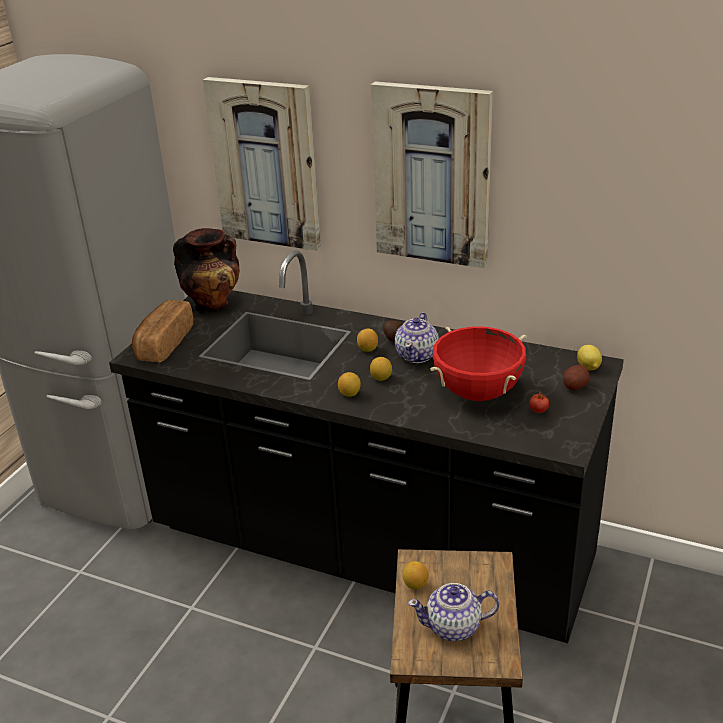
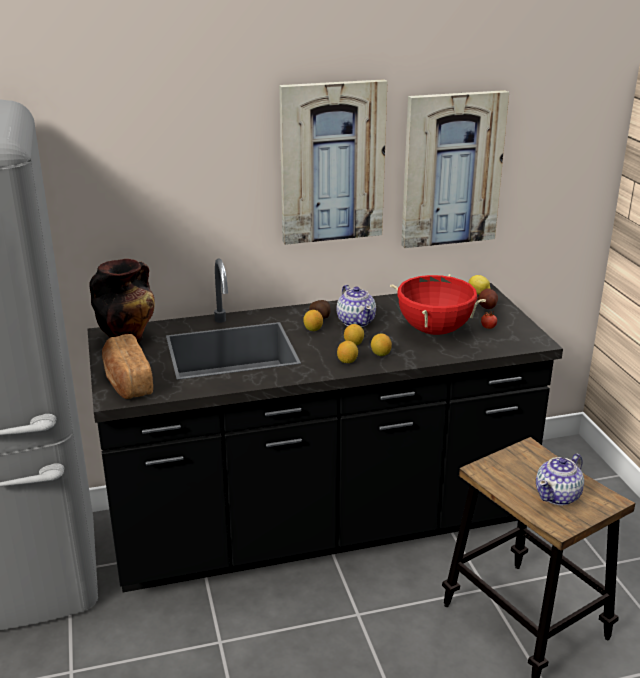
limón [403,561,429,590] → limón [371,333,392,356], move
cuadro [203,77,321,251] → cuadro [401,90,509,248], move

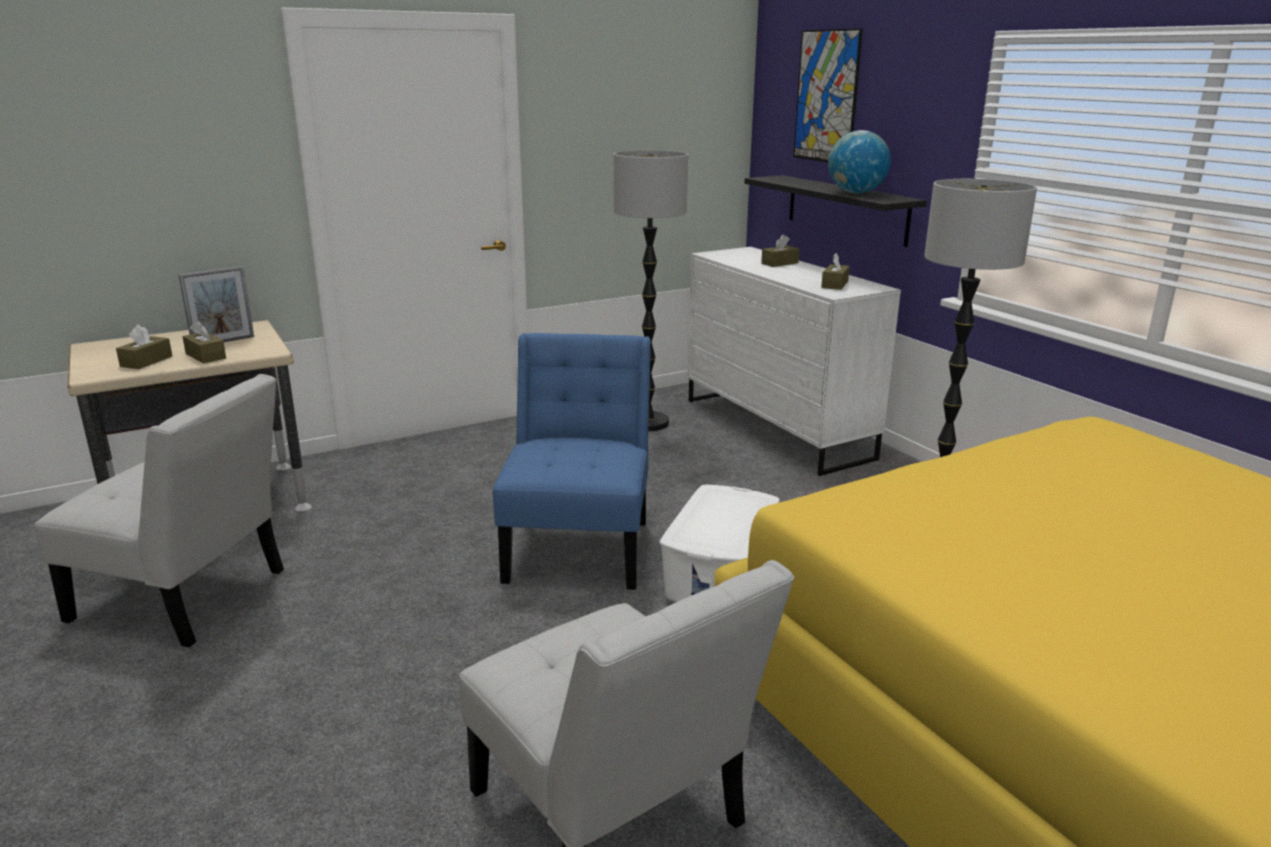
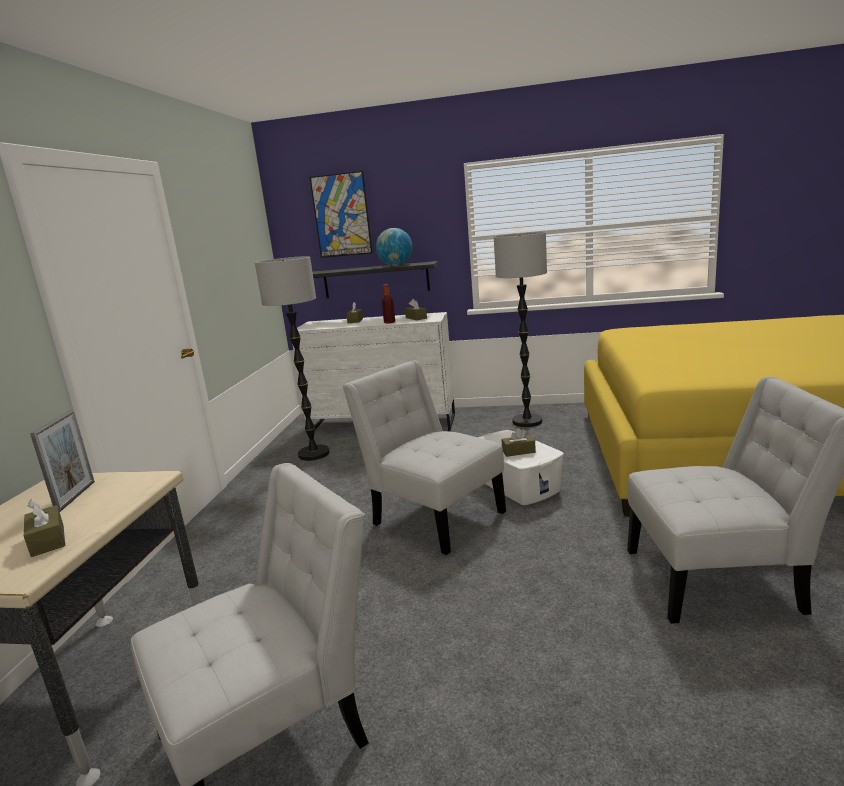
silla (azul) [493,333,651,590] → silla (blanco) [342,361,506,555]
- → botella [382,284,395,324]
caja de pañuelos (marrón) [182,320,226,364] → caja de pañuelos (marrón) [501,428,536,457], move

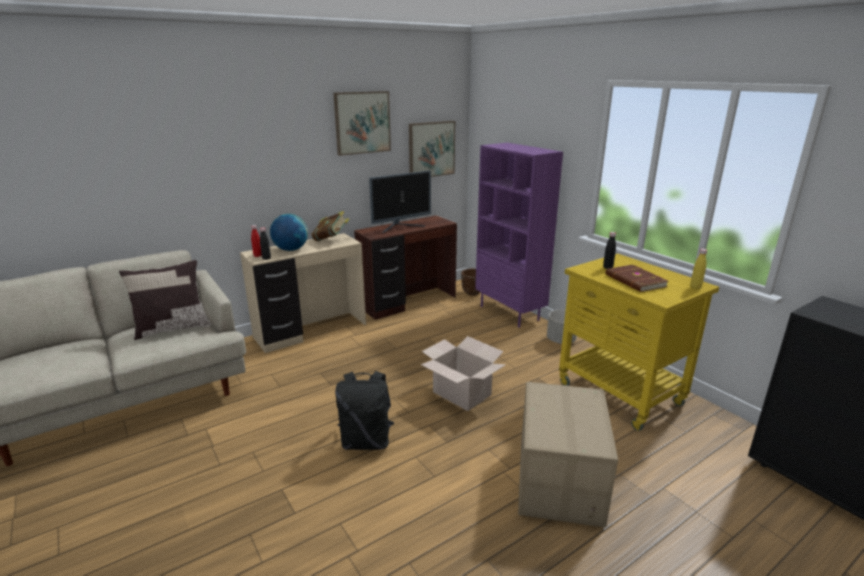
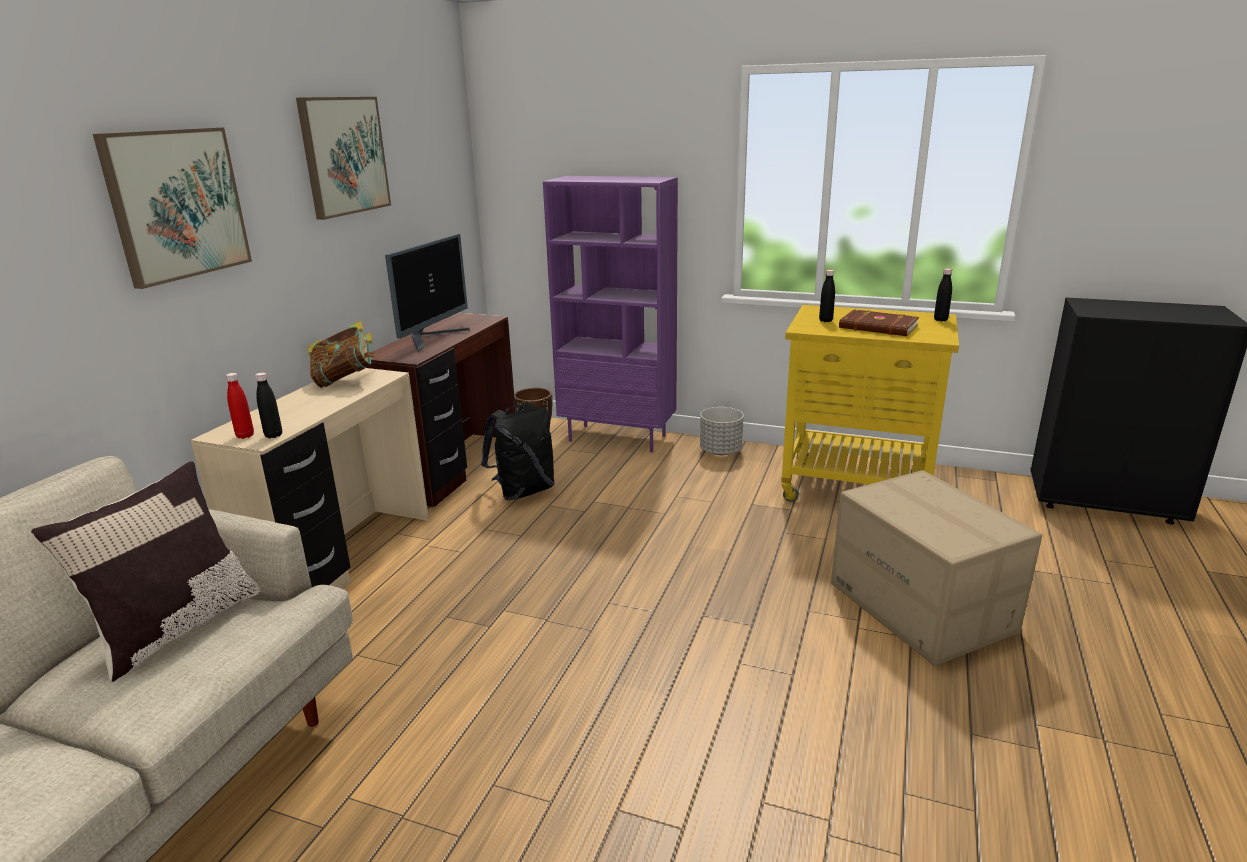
cuadro [409,121,455,177] → cuadro [93,127,252,289], move
mochila (negro) [335,371,394,450] → mochila (negro) [481,403,555,500], move
botella (amarillo) [690,249,707,289] → botella (negro) [934,268,952,321]
globo terráqueo [270,214,308,251] → -
caja de cartón [421,336,506,411] → -

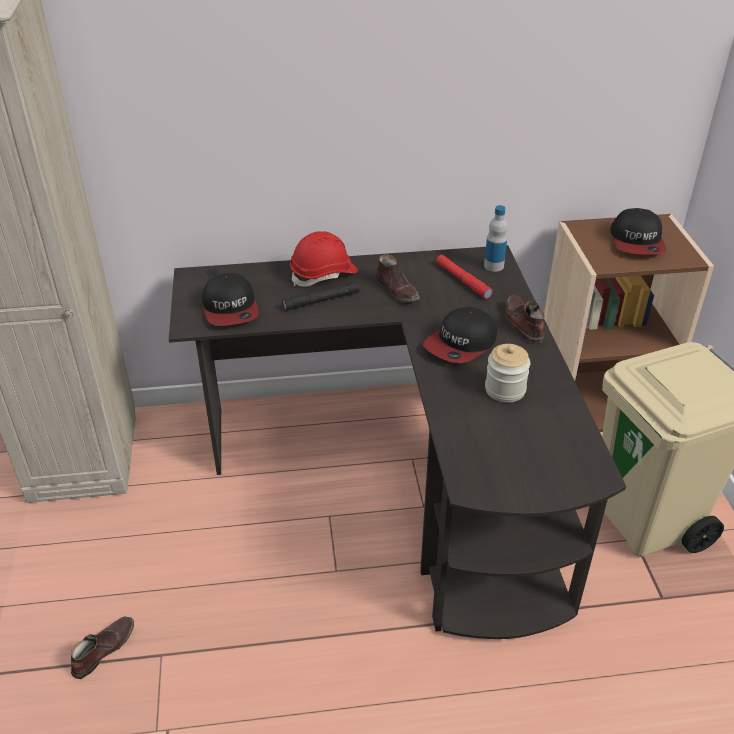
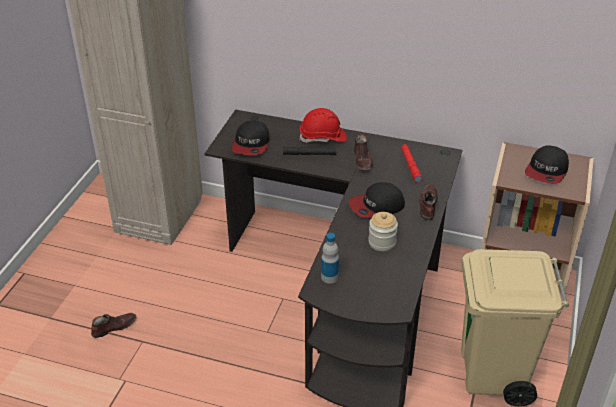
botella [484,205,508,272] → botella [321,233,339,284], move

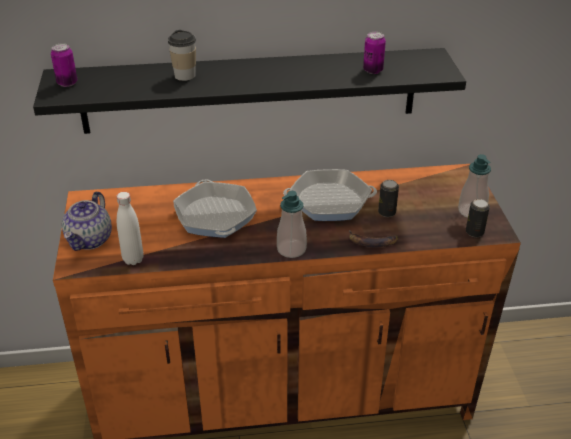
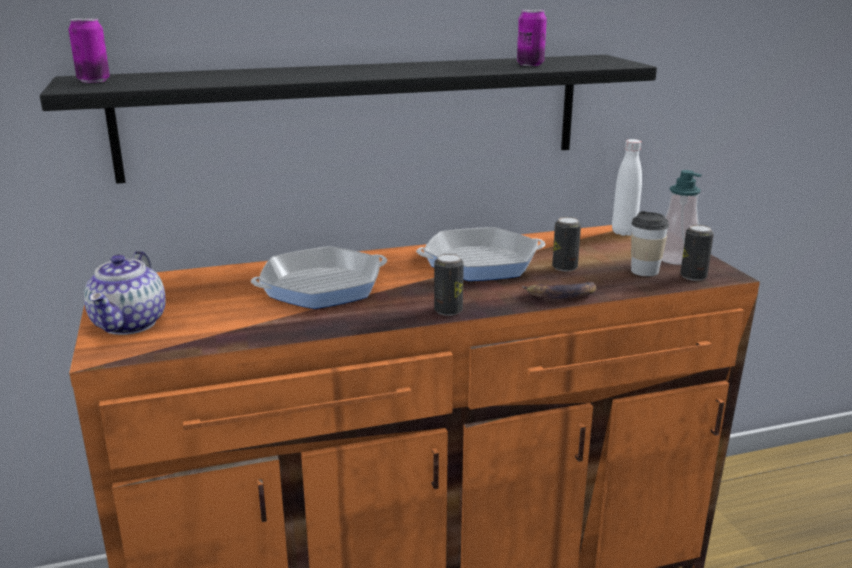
sartén [173,179,257,238] → sartén [251,246,387,309], 90 degrees counterclockwise
dispensador de jabón [277,191,307,258] → lata [434,254,464,316]
botella (blanco) [116,192,144,265] → botella (blanco) [612,139,642,236], move
taza [168,30,196,81] → taza [631,211,669,276], move

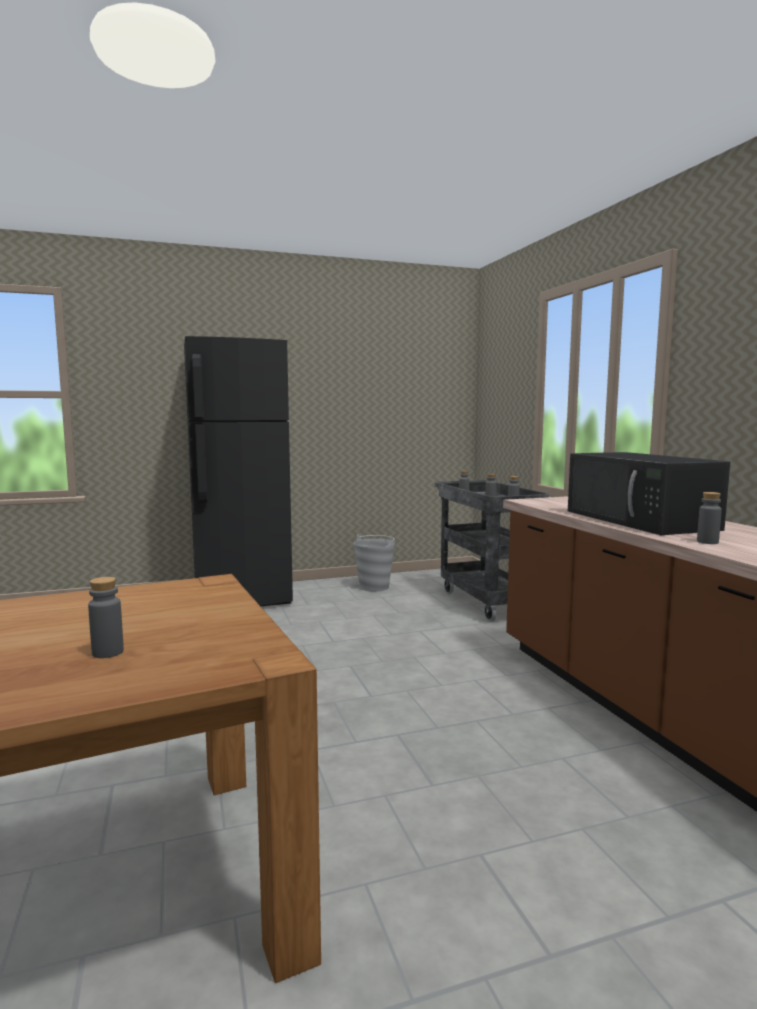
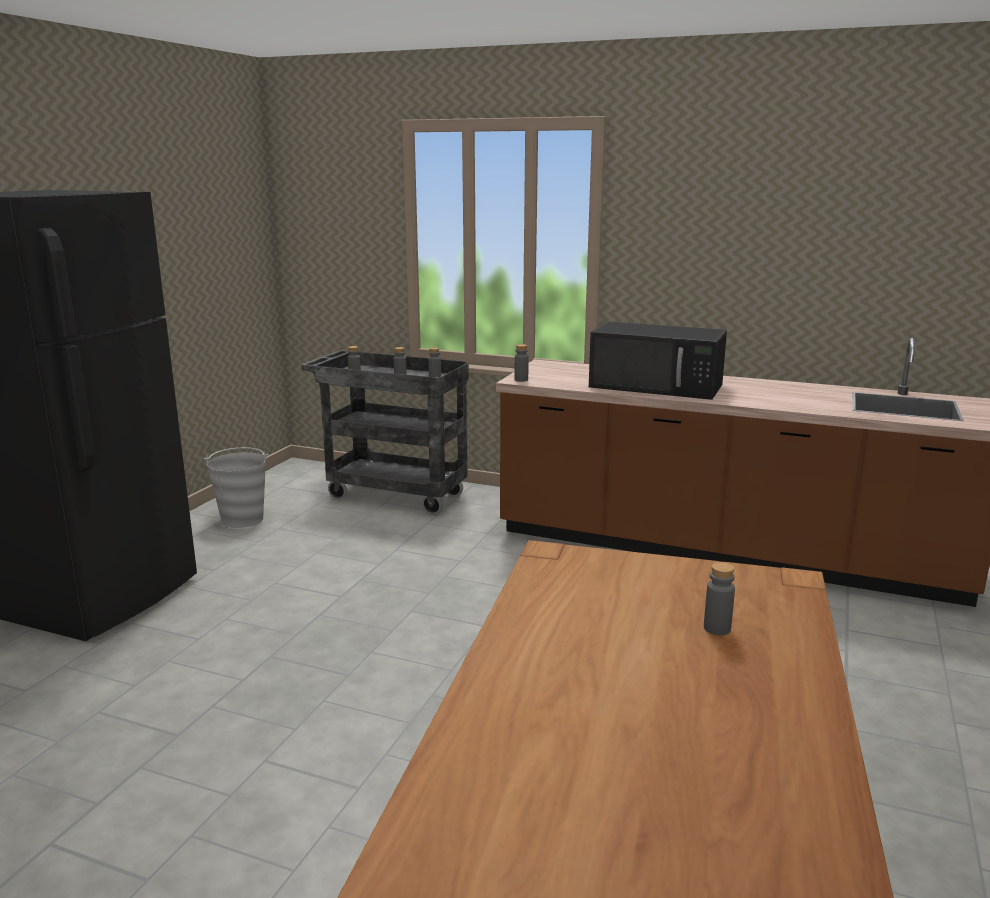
botella (gris) [697,492,722,544] → botella (gris) [515,344,529,382], move

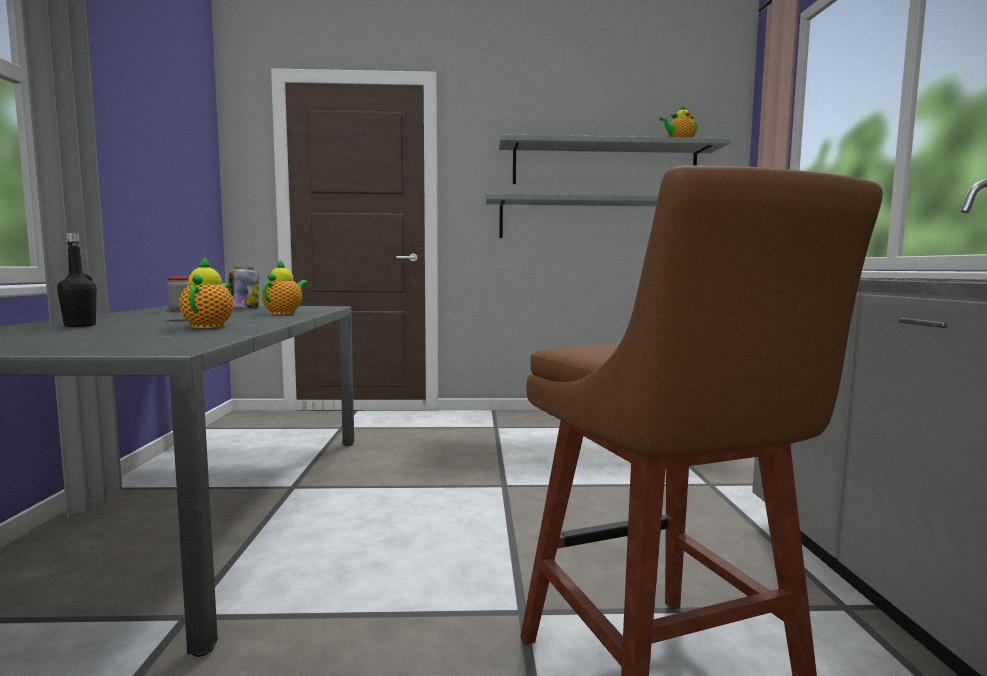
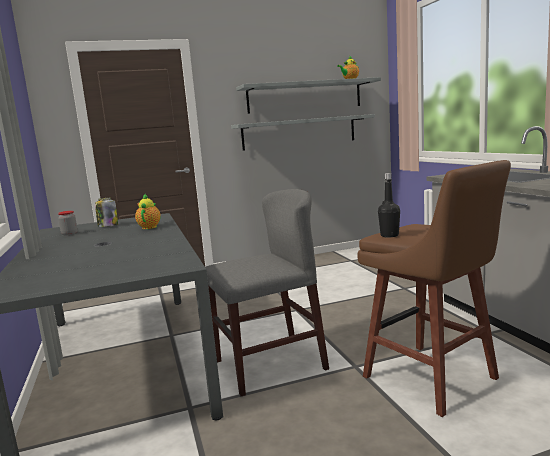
- → silla (gris) [205,189,329,396]
botella (negro) [57,233,97,327] → botella (negro) [378,173,400,238], move
tetera [179,257,234,328] → -

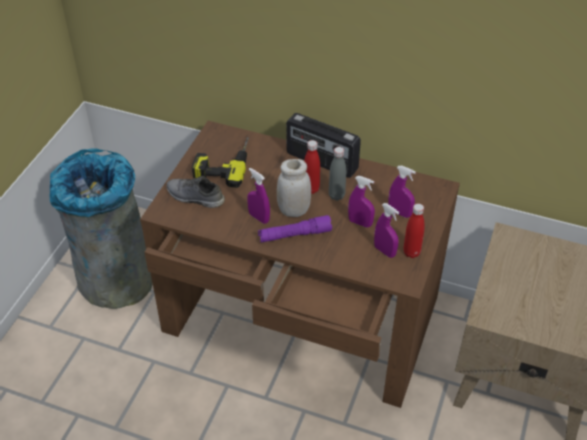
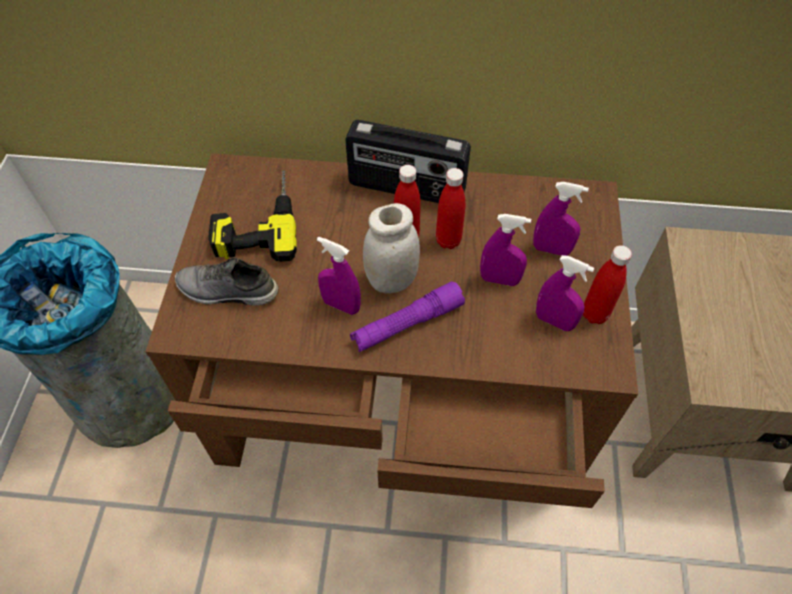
botella (gris) [329,147,346,201] → botella (rojo) [436,168,465,249]

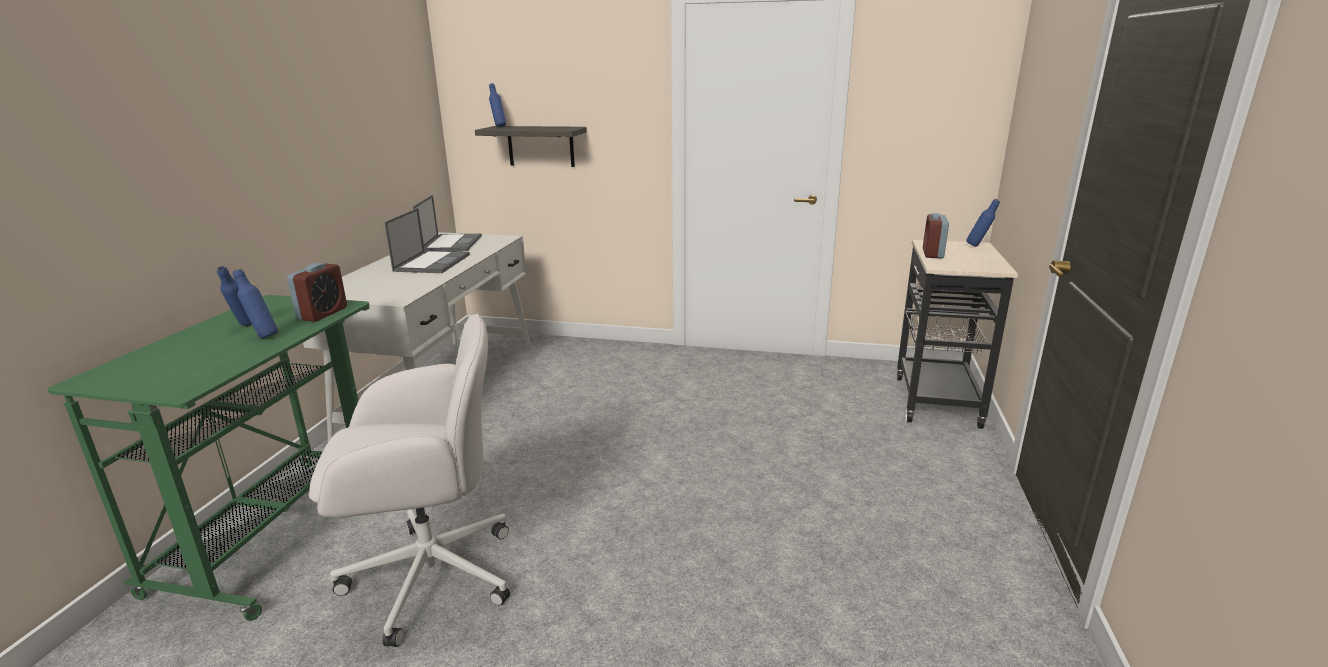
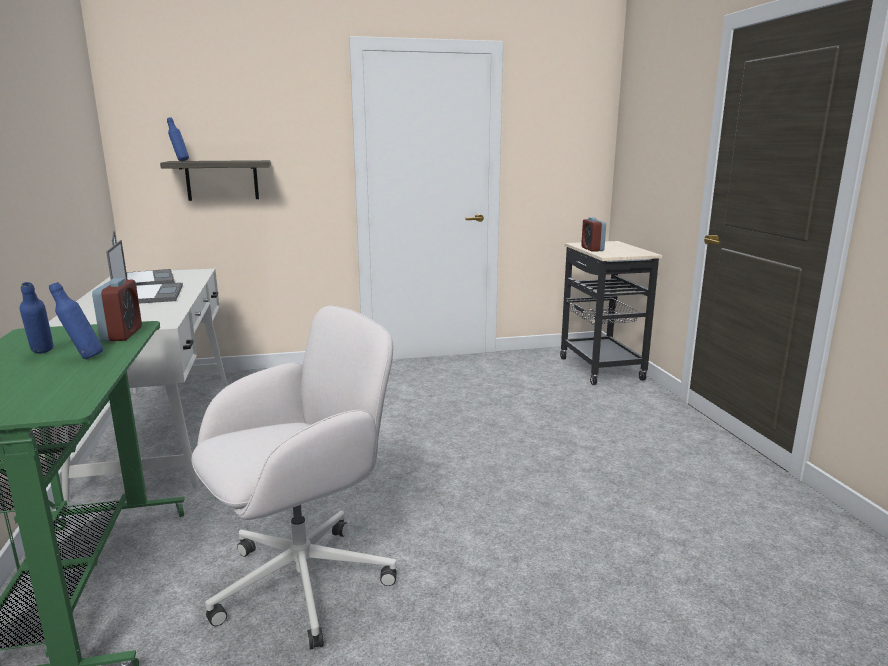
botella (azul) [966,199,1000,247] → -

